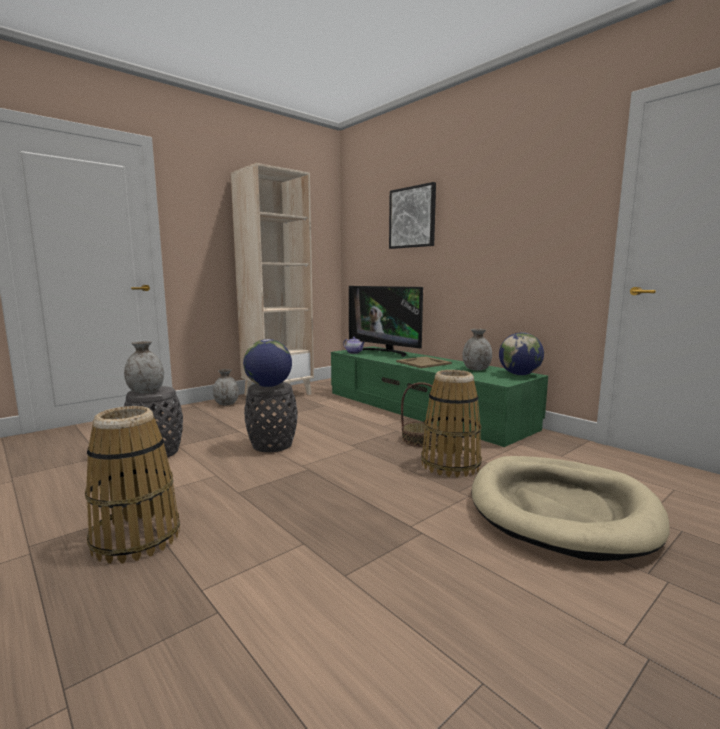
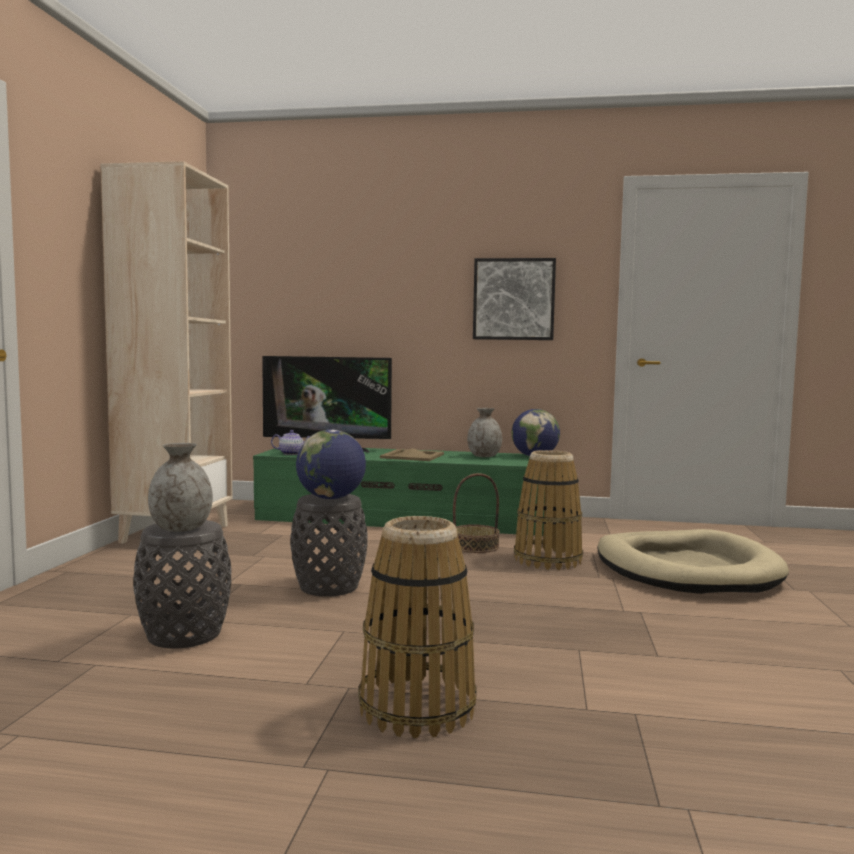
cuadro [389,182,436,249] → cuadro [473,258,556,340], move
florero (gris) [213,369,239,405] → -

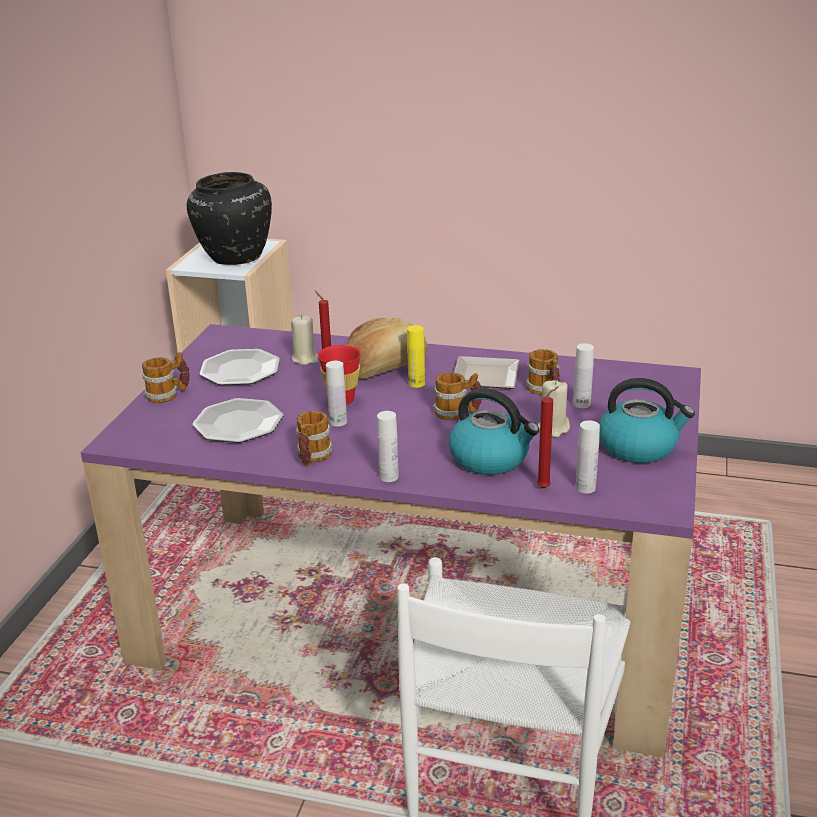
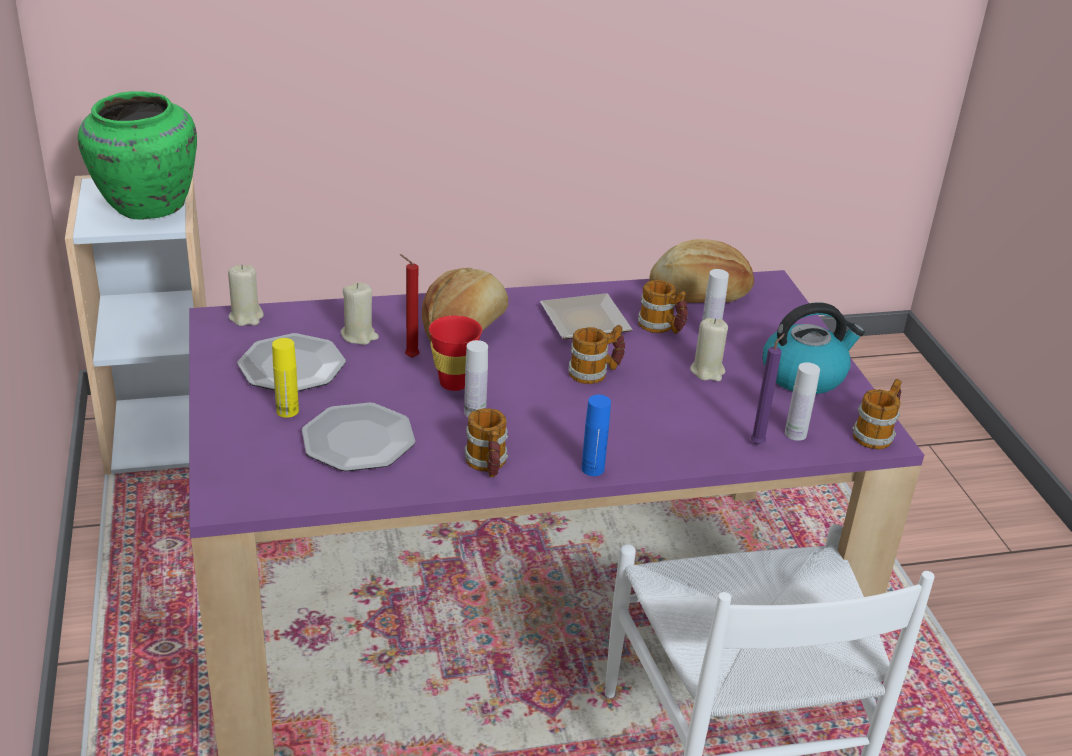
florero (negro) [186,172,272,265] → florero (verde) [78,91,197,220]
- → vela (beis) [228,264,264,326]
botella (amarillo) [407,325,425,388] → botella (amarillo) [272,338,299,418], move
botella (blanco) [377,411,399,482] → botella (azul) [581,395,611,476]
- → pan [649,239,754,303]
vela (rojo) [537,386,559,488] → vela (morado) [751,334,784,444]
taza grande [142,352,190,403] → taza grande [852,379,902,449], move
hervidor [448,388,539,475] → -

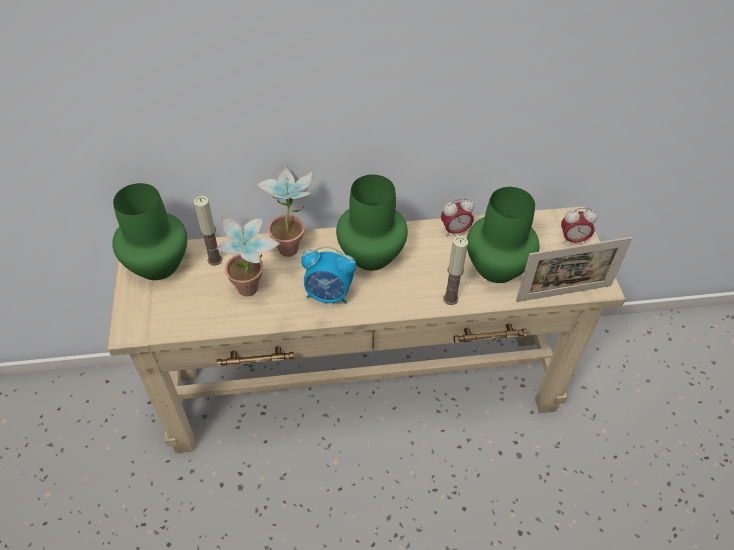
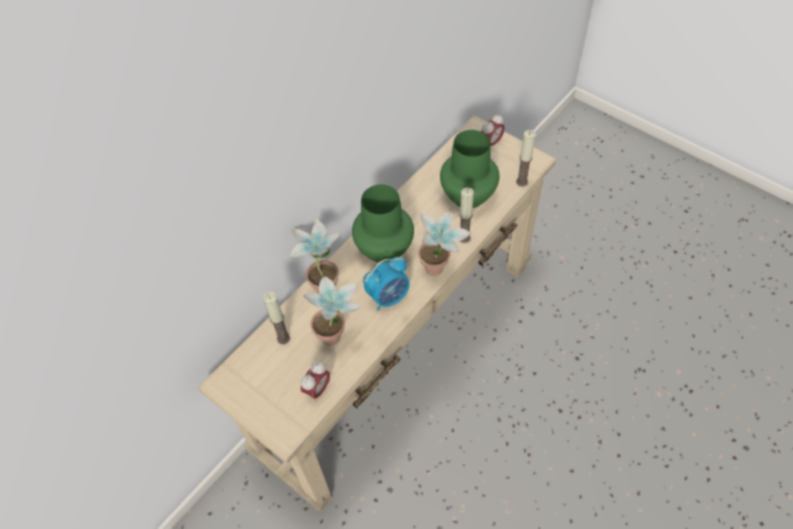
despertador [441,198,474,237] → despertador [301,361,330,401], move
- → planta en maceta [418,211,472,276]
portarretratos [516,237,632,302] → vela [516,130,536,187]
florero (verde) [112,183,187,280] → -

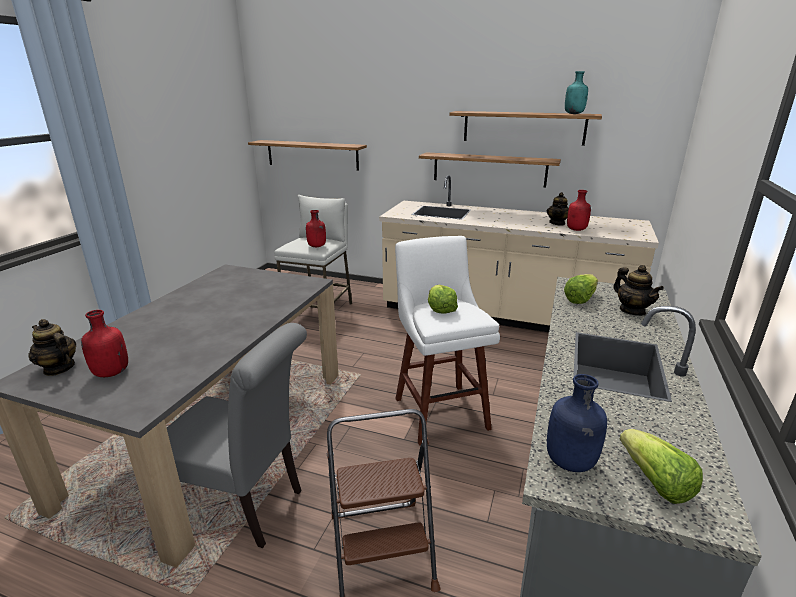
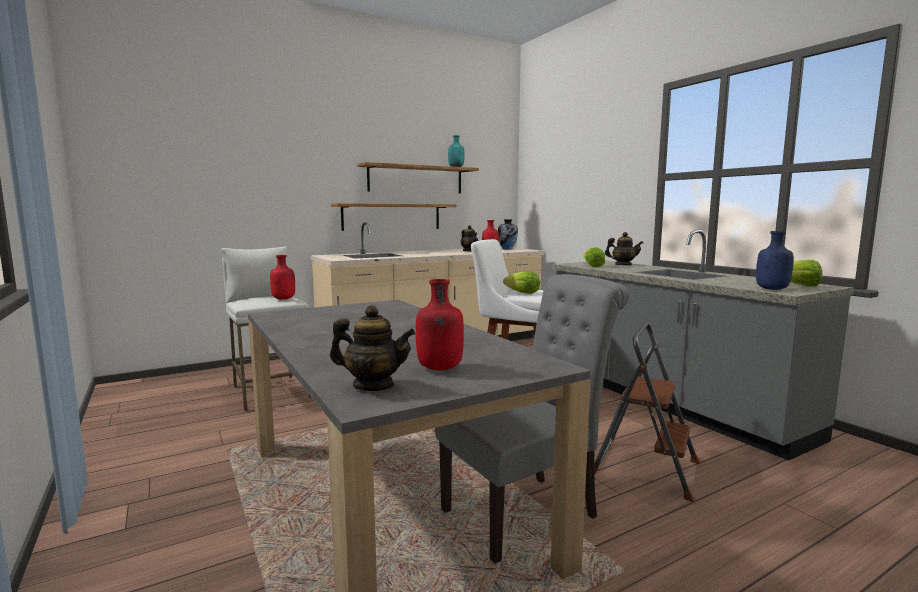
tetera [29,319,76,376] → tetera [330,305,415,391], 150 degrees counterclockwise
- → florero [498,219,518,250]
estante [248,140,367,171] → -

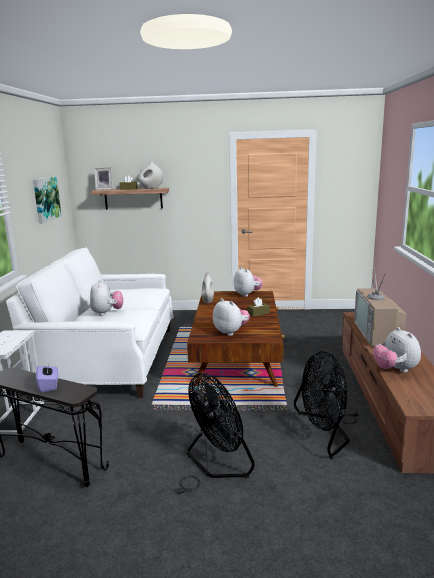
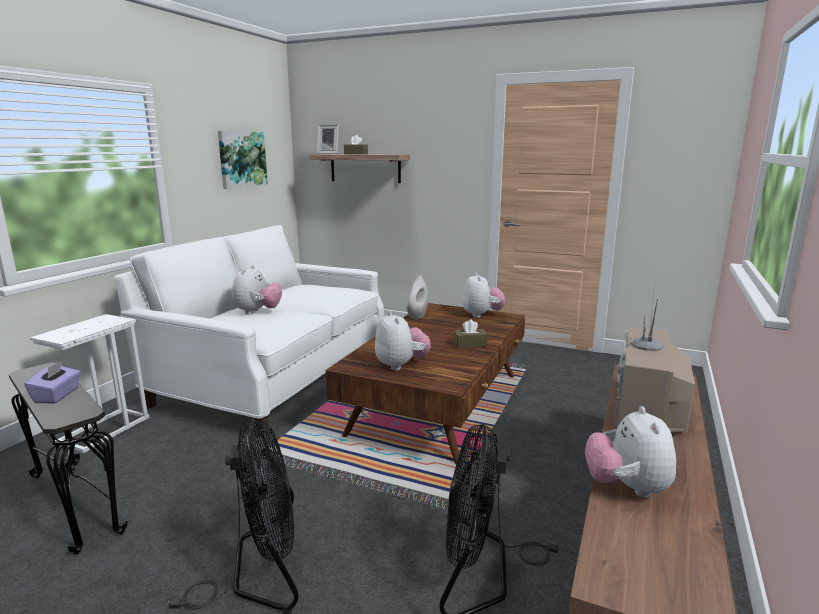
florero (blanco) [138,162,163,189] → -

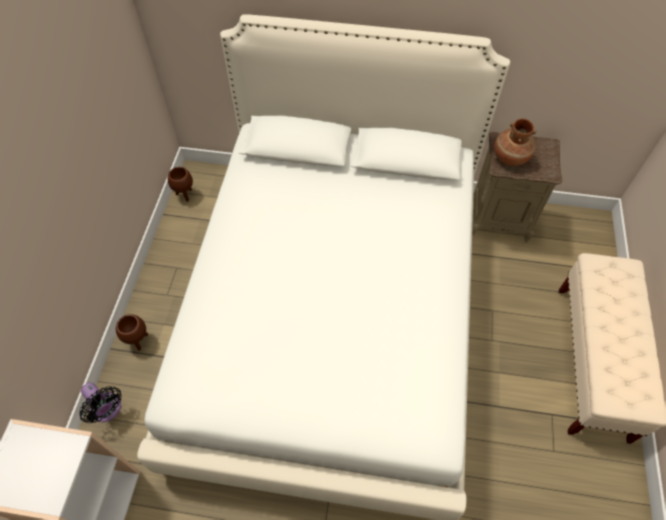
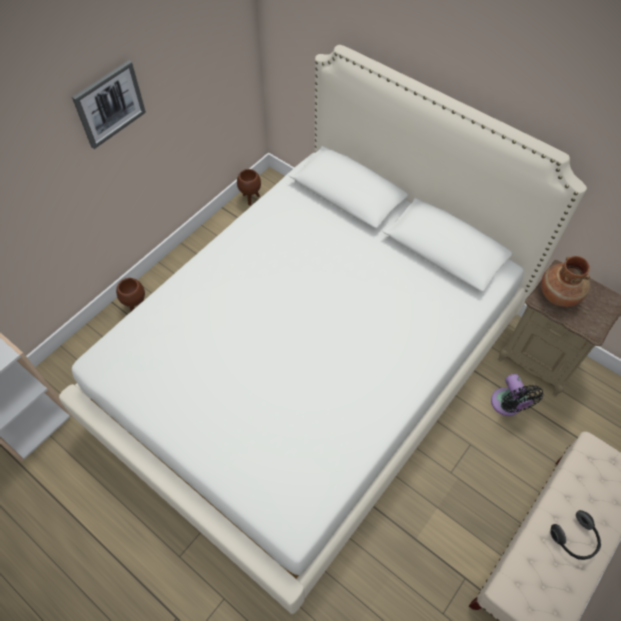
- → cuadro [72,60,146,149]
ventilador (negro) [79,382,122,423] → ventilador (negro) [491,374,544,416], move
- → auriculares [550,510,601,560]

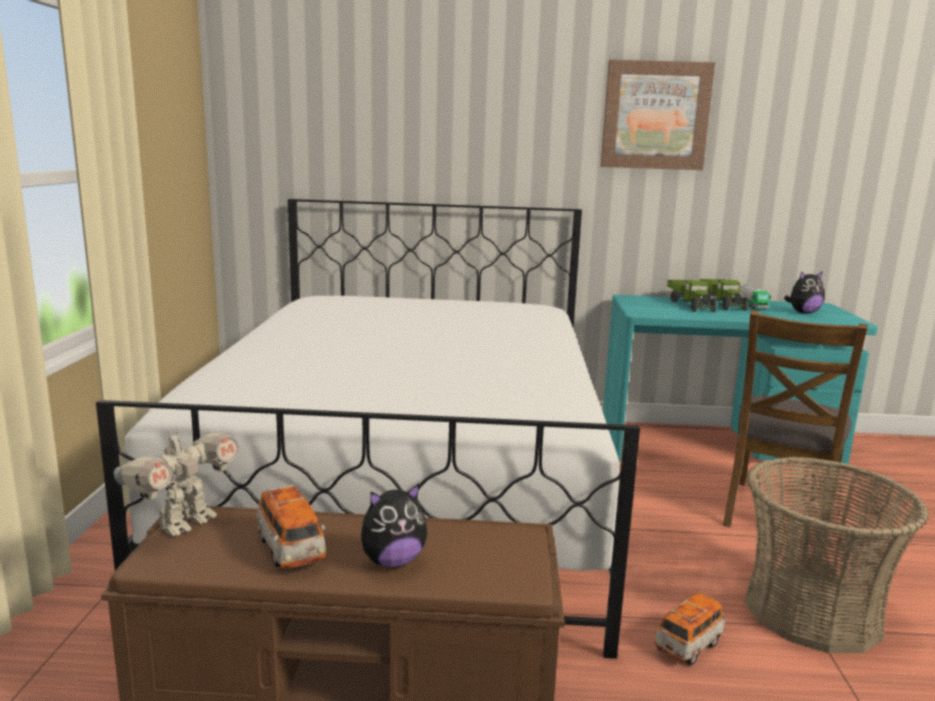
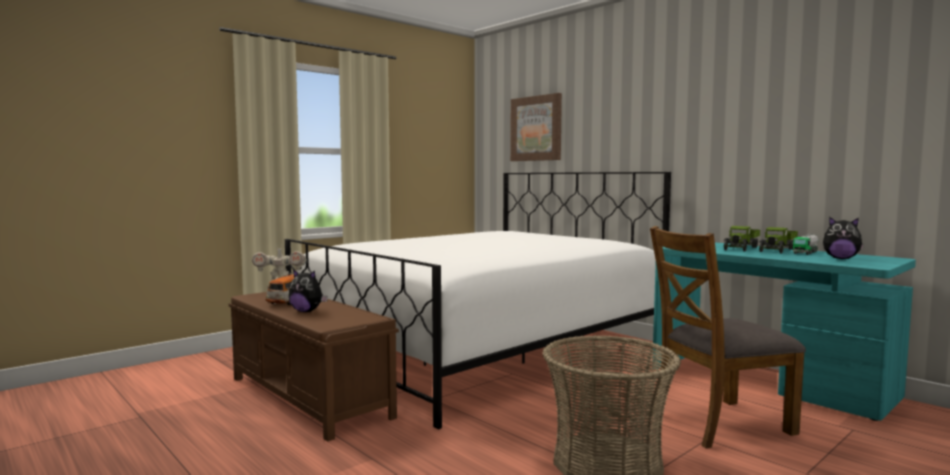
cuadro [601,60,715,170] → cuadro [510,93,562,161], move
coche de juguete [654,593,725,665] → -

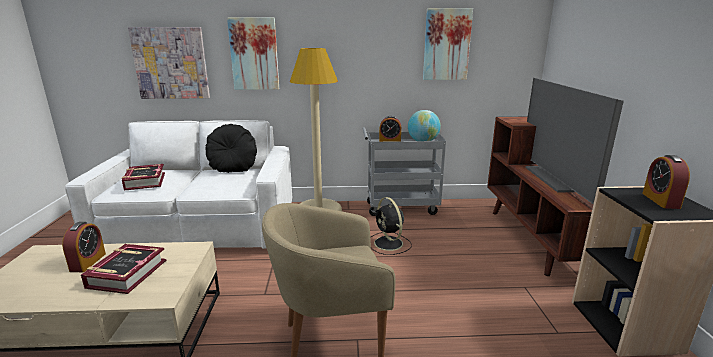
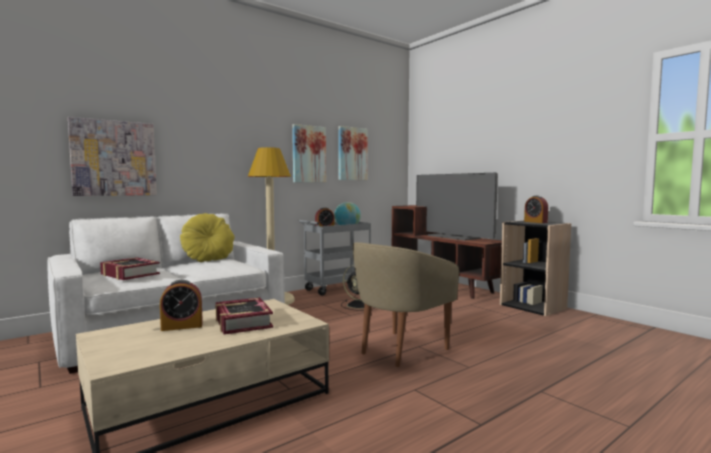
despertador [62,222,106,272] → despertador [160,280,203,331], 105 degrees clockwise
cojín (negro) [205,124,257,173] → cojín (amarillo) [180,213,234,262]
cuadro [227,18,279,90] → cuadro [292,124,326,183], move

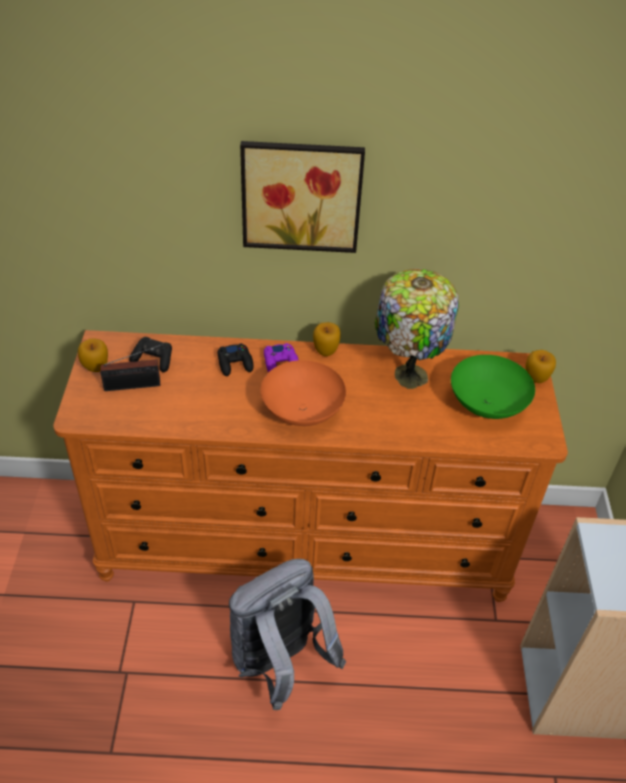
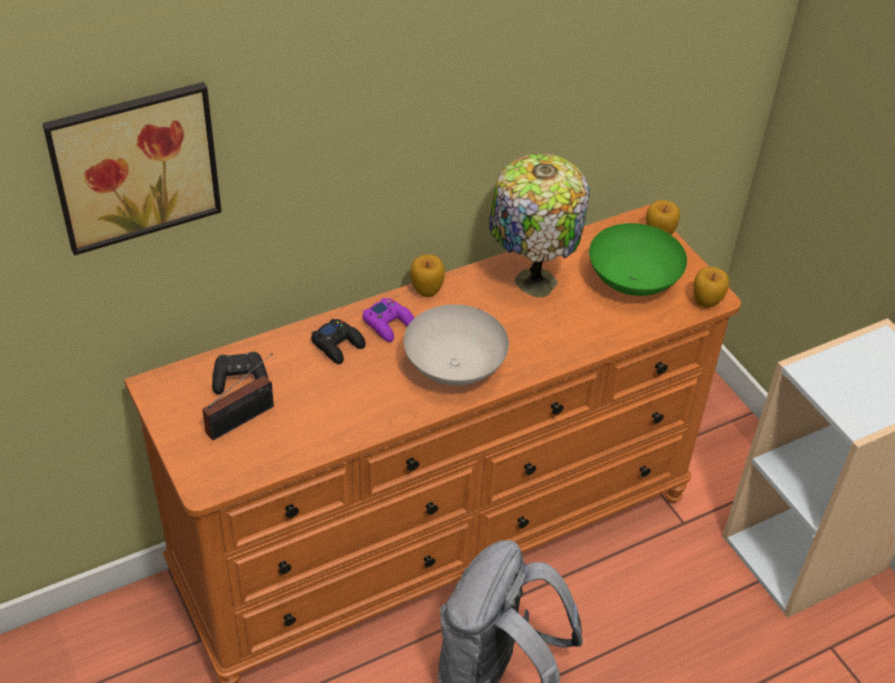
cuadro [240,141,365,253] → cuadro [42,82,222,256], move
cuenco (naranja) [261,360,346,426] → cuenco (blanco) [404,304,509,386]
manzana [78,338,108,372] → manzana [693,267,729,308], move

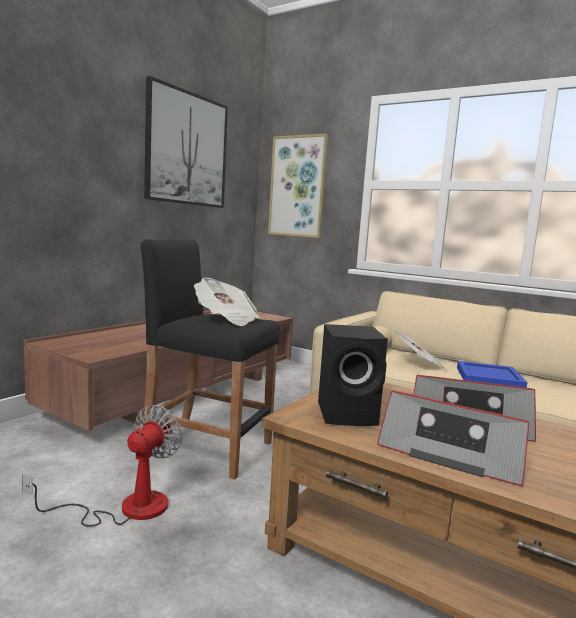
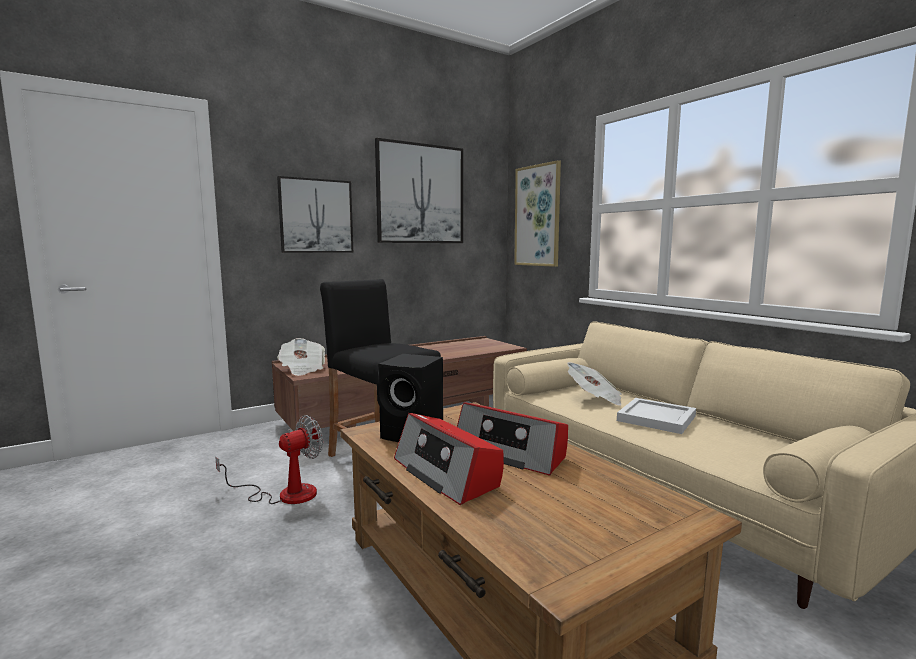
- → cuadro [277,176,353,253]
periódico [194,278,260,326] → periódico [277,338,325,376], move
bandeja (azul) [457,361,528,388] → bandeja (blanco) [617,398,696,434]

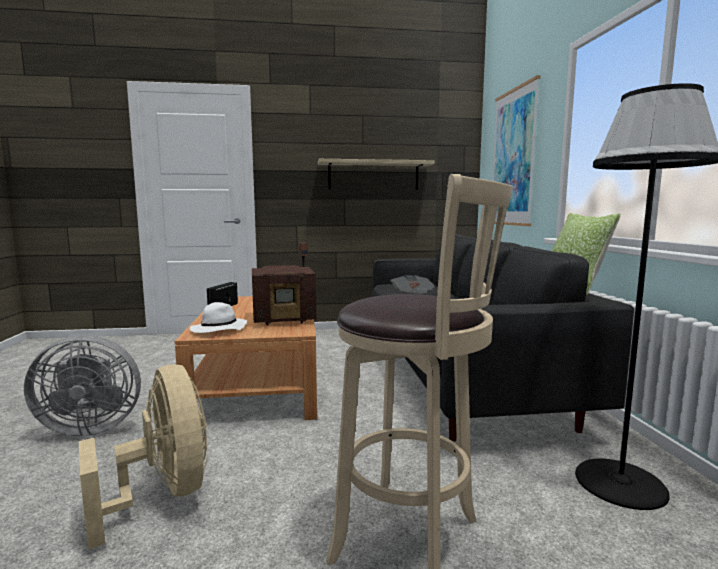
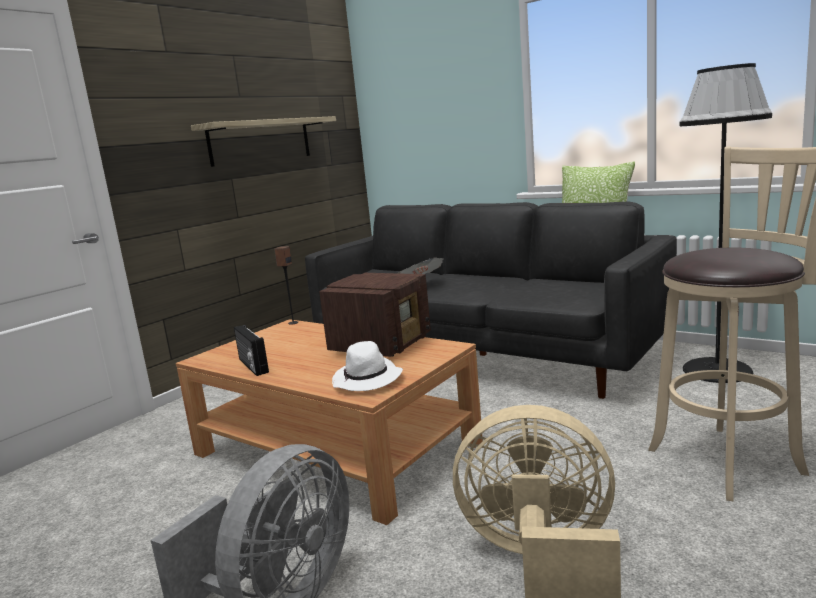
cuadro [493,75,541,226] → -

